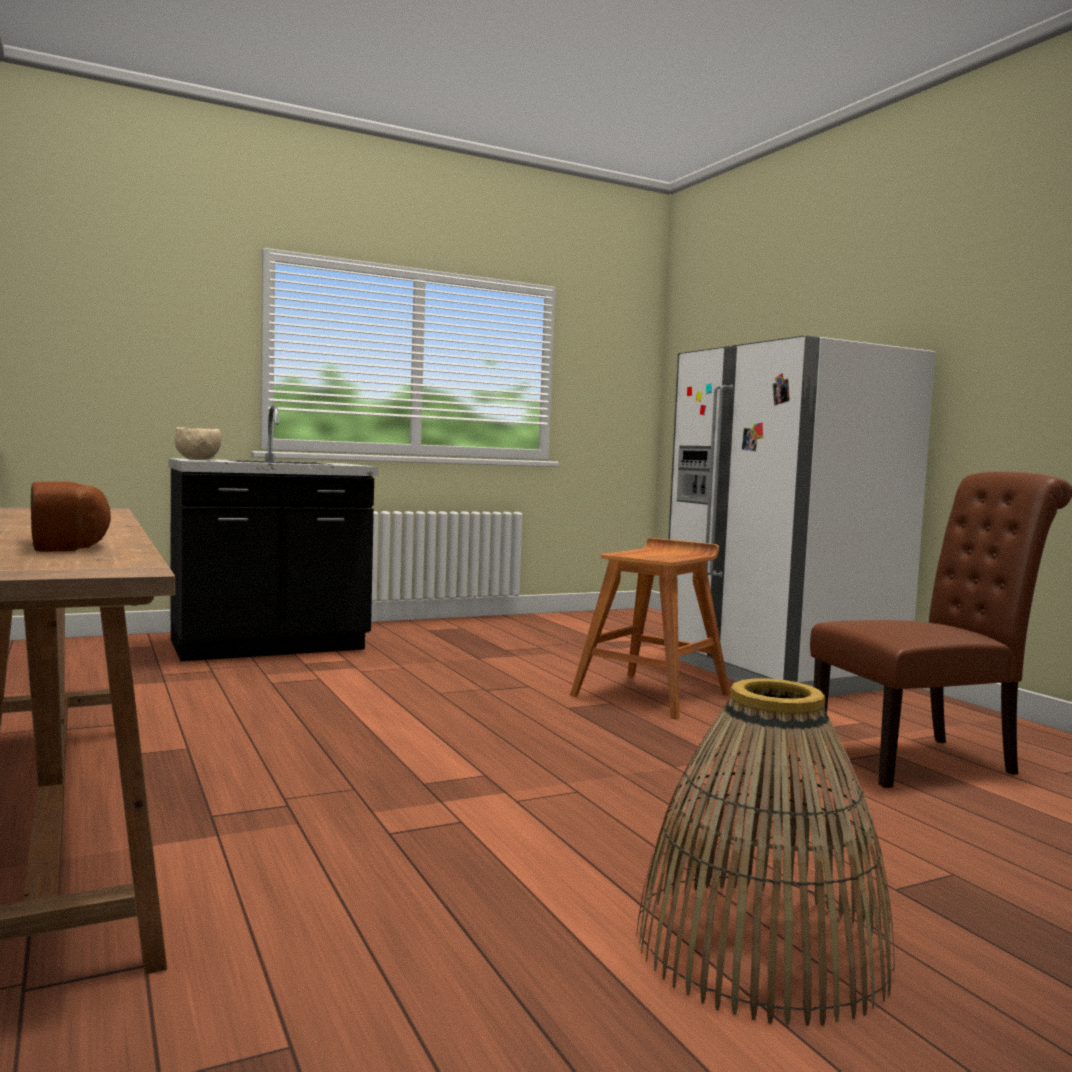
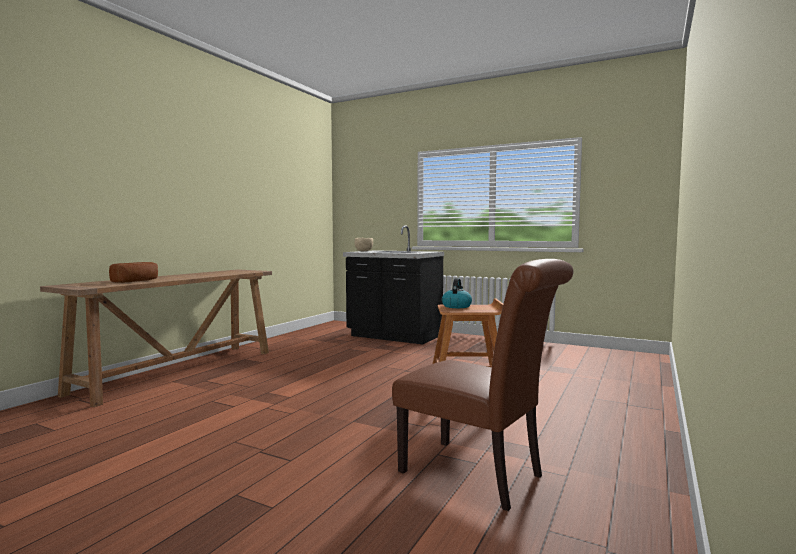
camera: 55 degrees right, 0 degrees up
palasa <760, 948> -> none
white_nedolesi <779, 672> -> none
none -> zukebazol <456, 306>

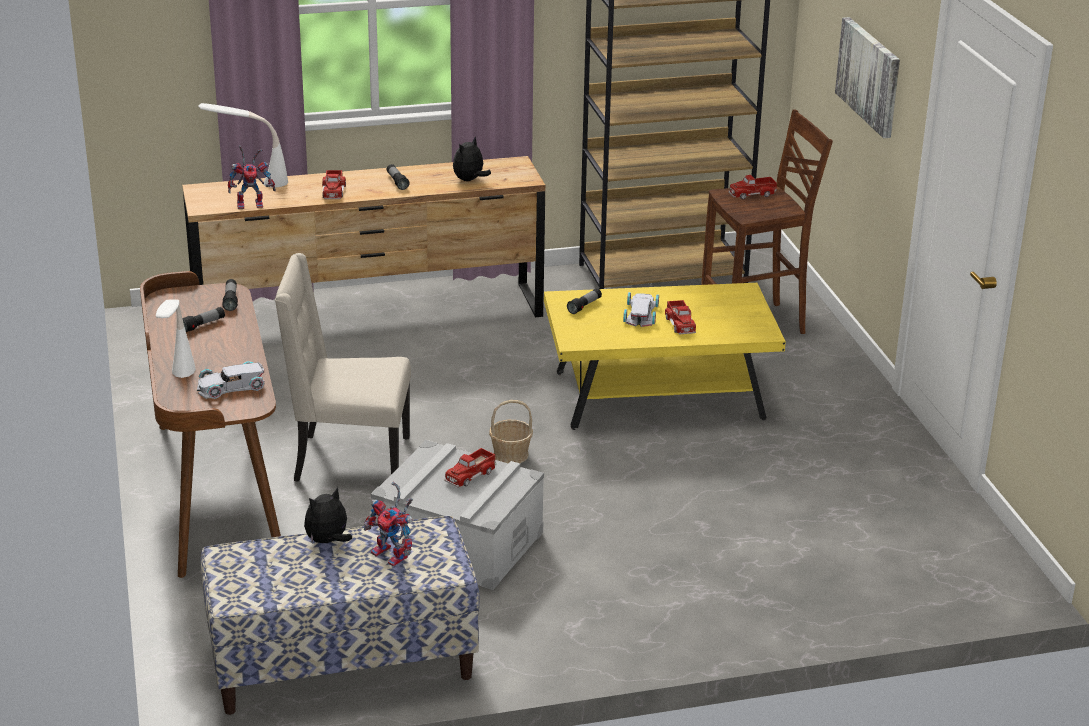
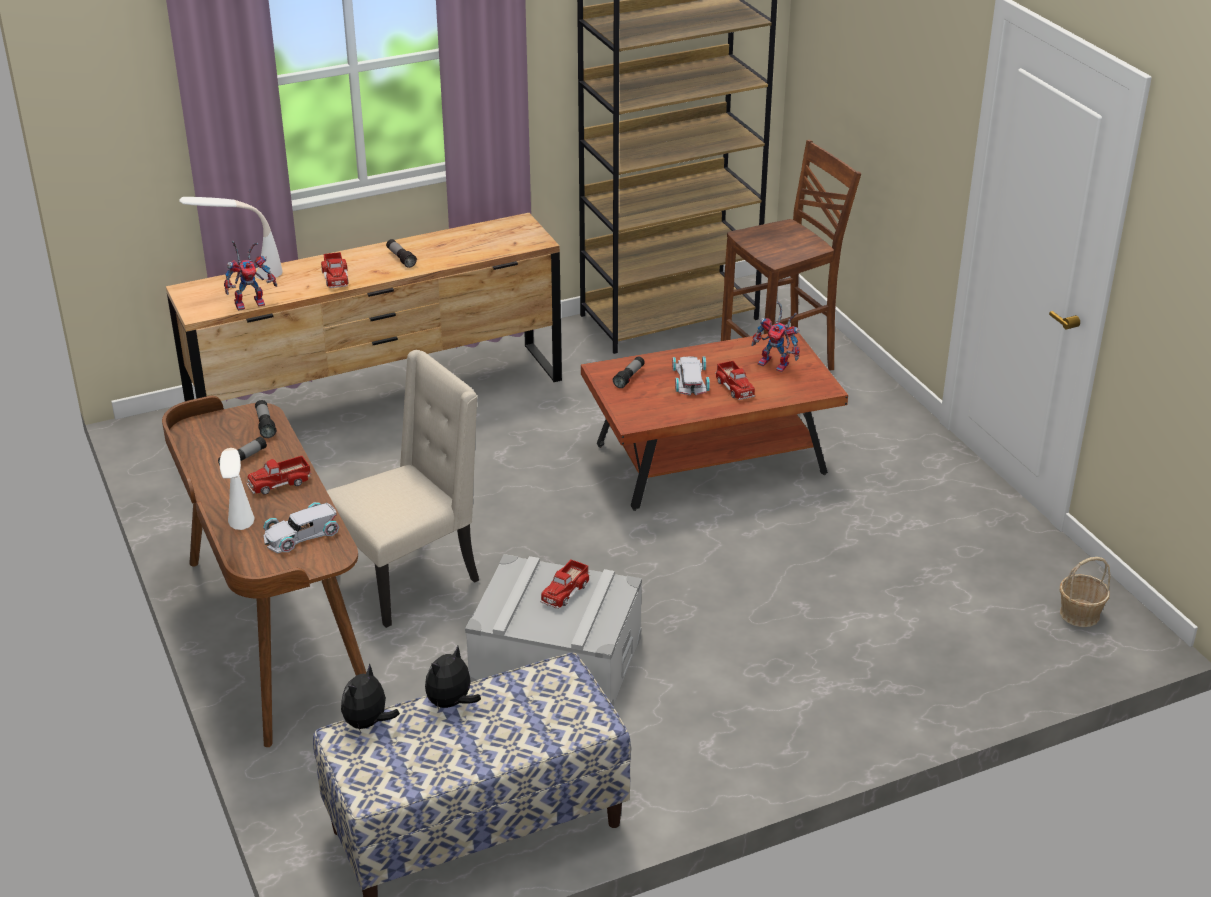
camera: 10 degrees left, 5 degrees up
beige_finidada <349, 460> -> beige_finidada <409, 578>, 150 degrees clockwise
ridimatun <394, 556> -> ridimatun <777, 364>, moved
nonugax <469, 180> -> nonugax <368, 723>, moved
palasa <510, 455> -> palasa <1079, 614>, moved
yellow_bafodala <658, 397> -> brown_bafodala <710, 461>
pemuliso <752, 194> -> pemuliso <279, 483>, moved
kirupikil <870, 76> -> none

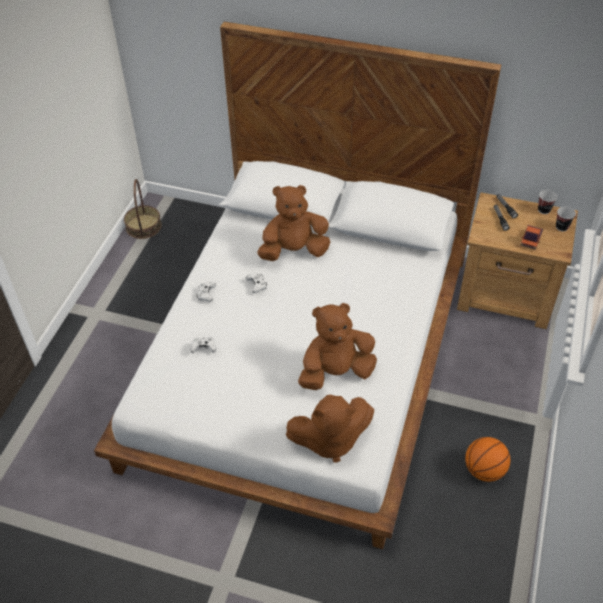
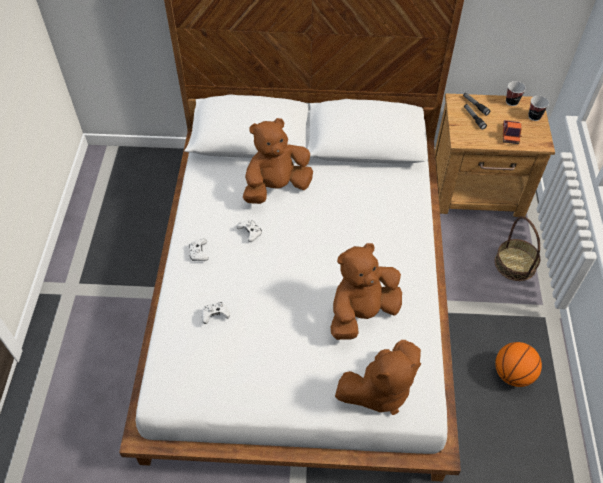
camera: 15 degrees left, 5 degrees up
palasa <144, 226> -> palasa <515, 264>, moved

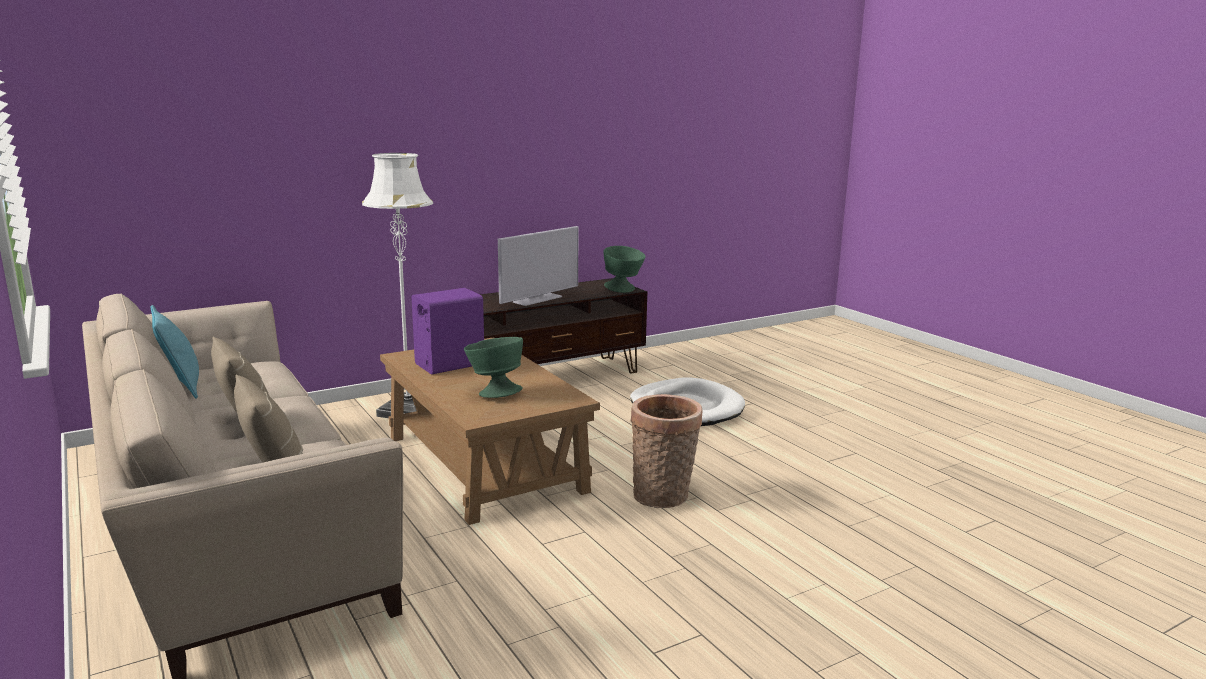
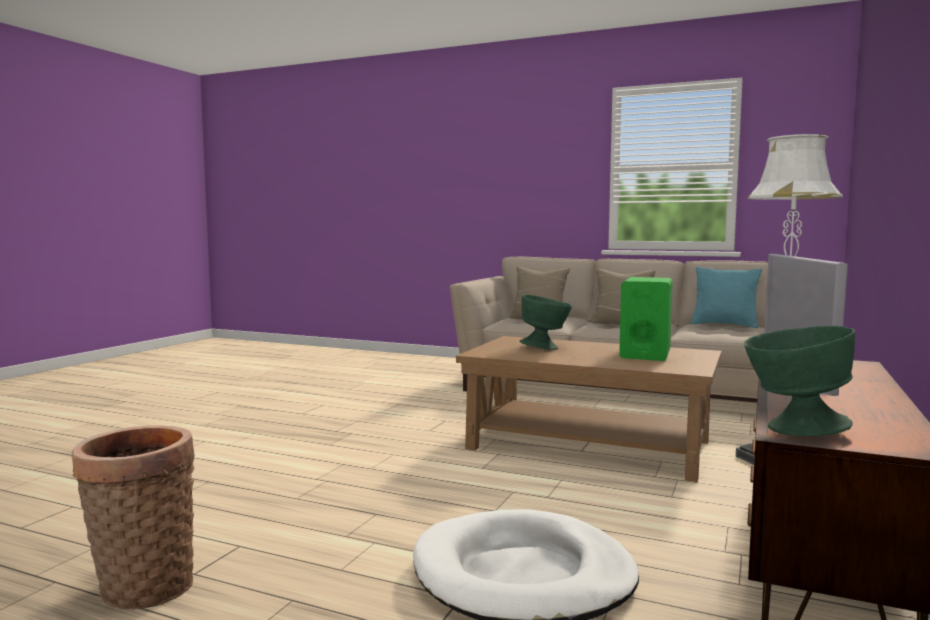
camera: 145 degrees right, 10 degrees down
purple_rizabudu <449, 364> -> green_rizabudu <645, 354>
palasa <663, 497> -> palasa <142, 586>, moved

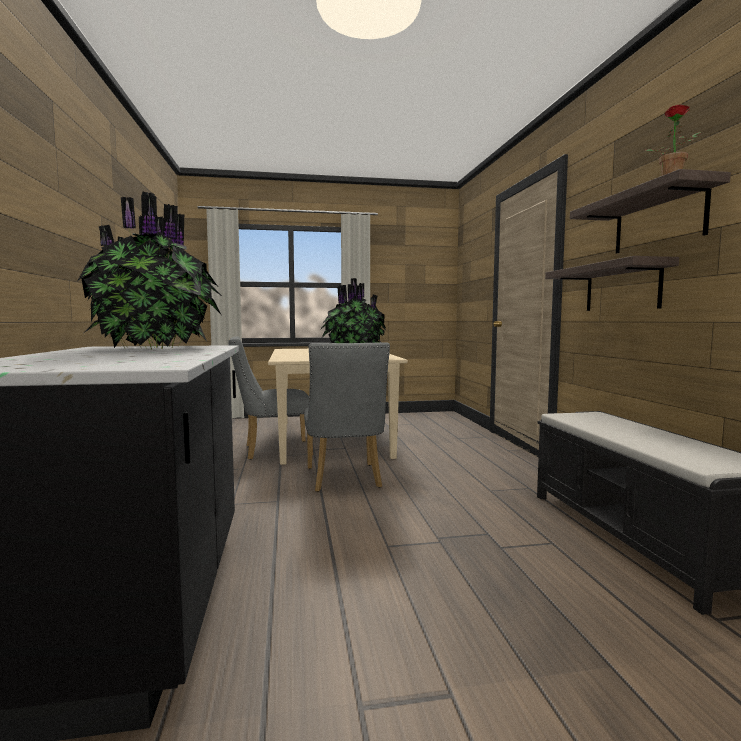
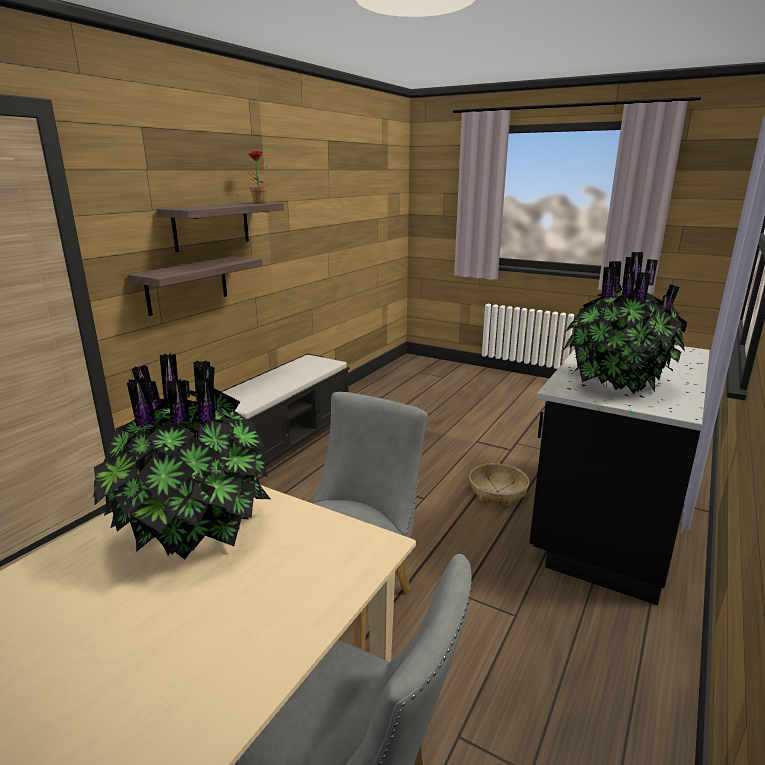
camera: 140 degrees left, 15 degrees up
none -> palasa <497, 491>

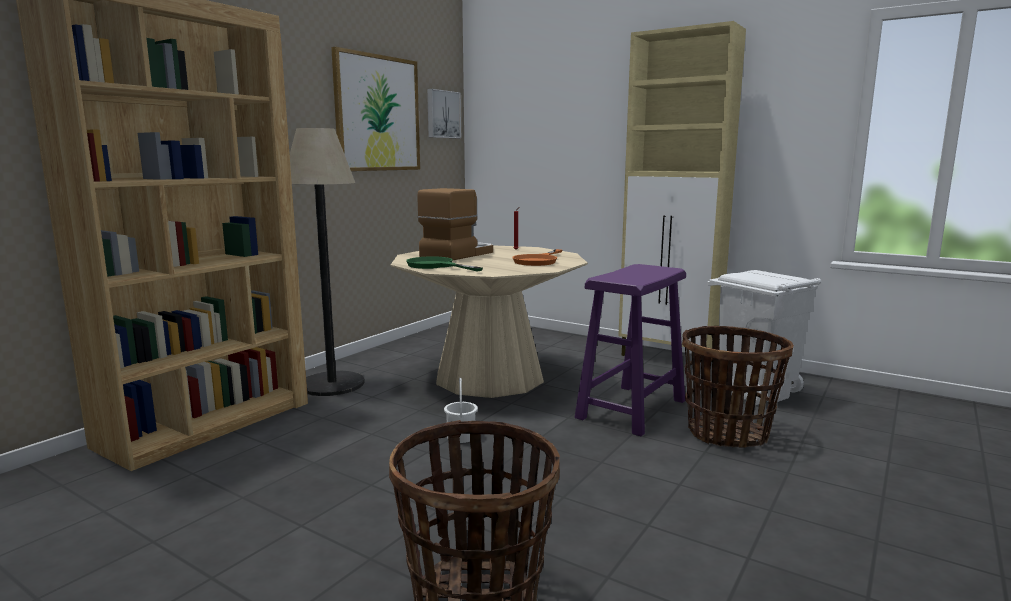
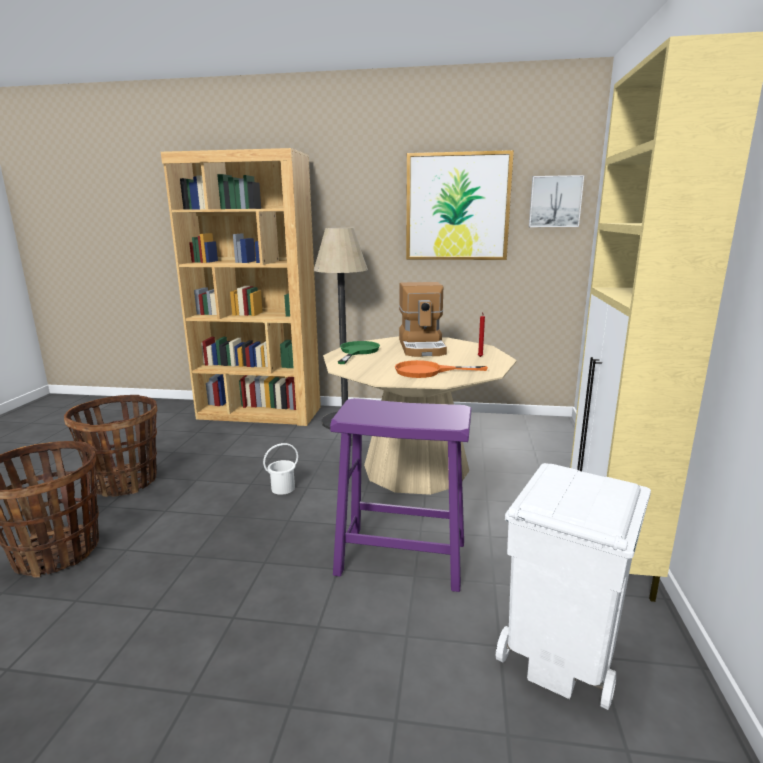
camera: 65 degrees right, 5 degrees up
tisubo <457, 254> -> tisubo <422, 347>, 75 degrees clockwise
palasa <728, 433> -> palasa <125, 482>, moved

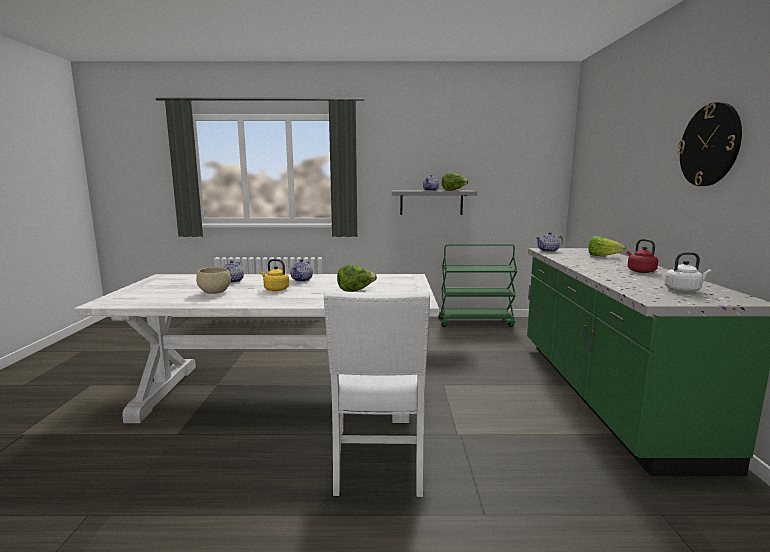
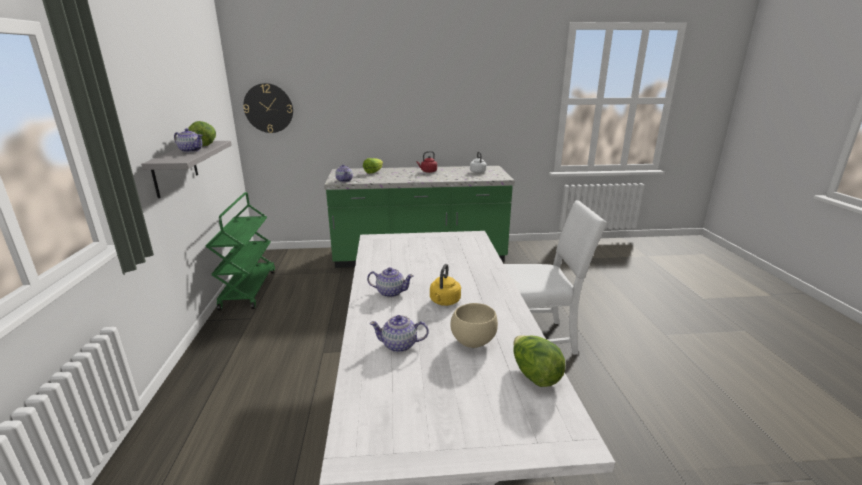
camera: 95 degrees left, 10 degrees up
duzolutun <355, 291> -> duzolutun <534, 375>, moved
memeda <709, 145> -> memeda <268, 108>, moved

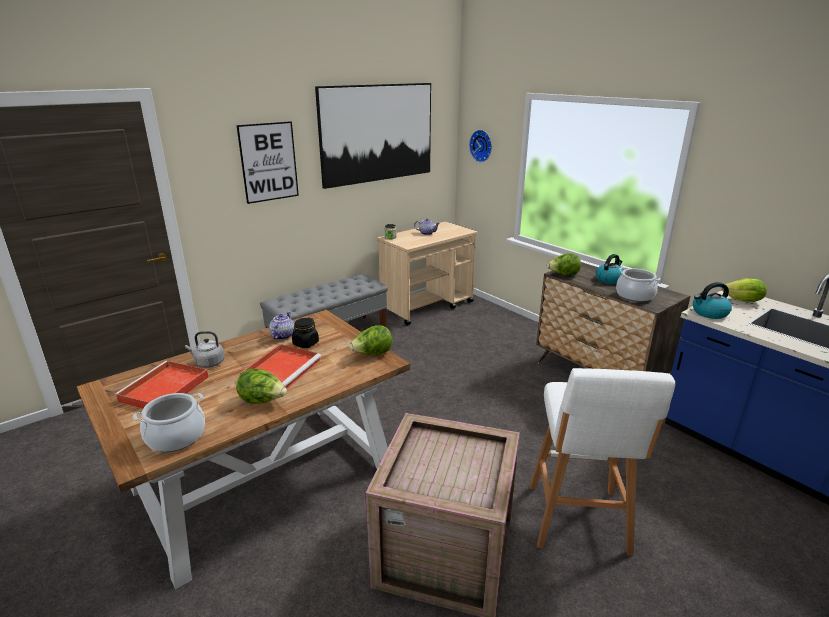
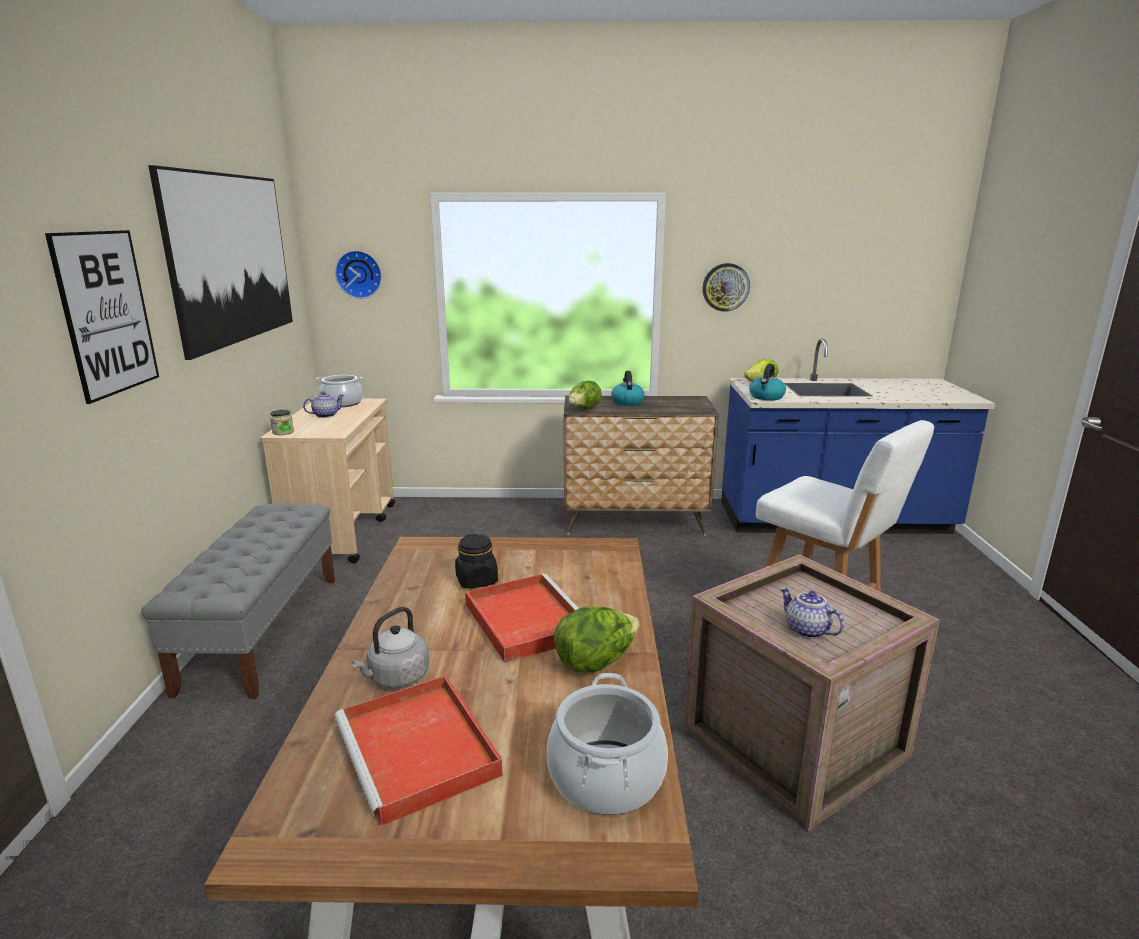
camera: 50 degrees left, 5 degrees down
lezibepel <282, 335> -> lezibepel <806, 630>, moved
duzolutun <372, 354> -> none
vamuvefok <634, 296> -> vamuvefok <342, 403>, moved
none -> memeda <725, 287>

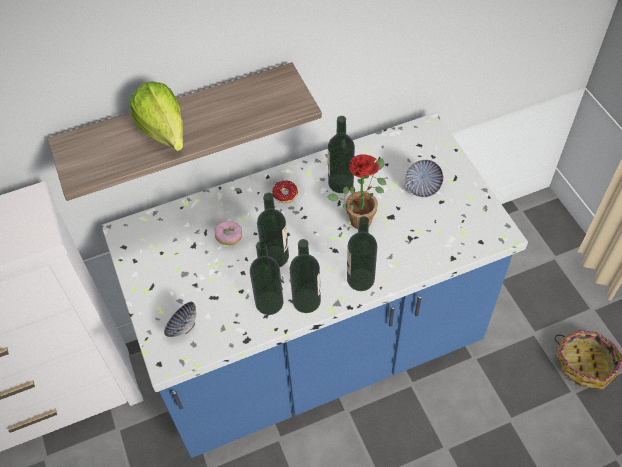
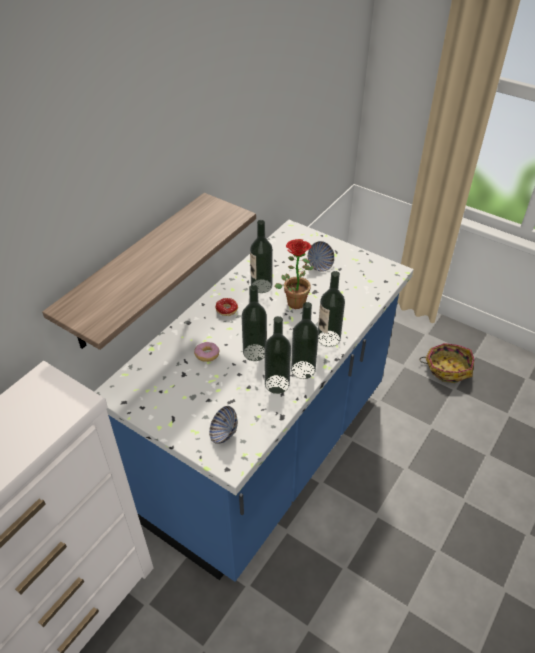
camera: 35 degrees left, 10 degrees down
duzolutun <165, 137> -> none

